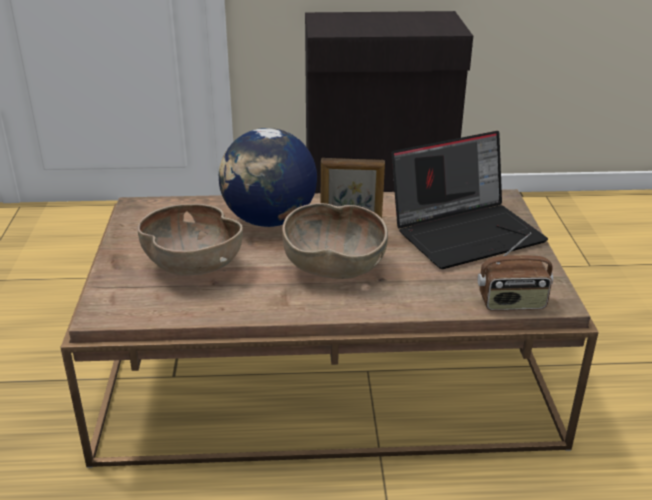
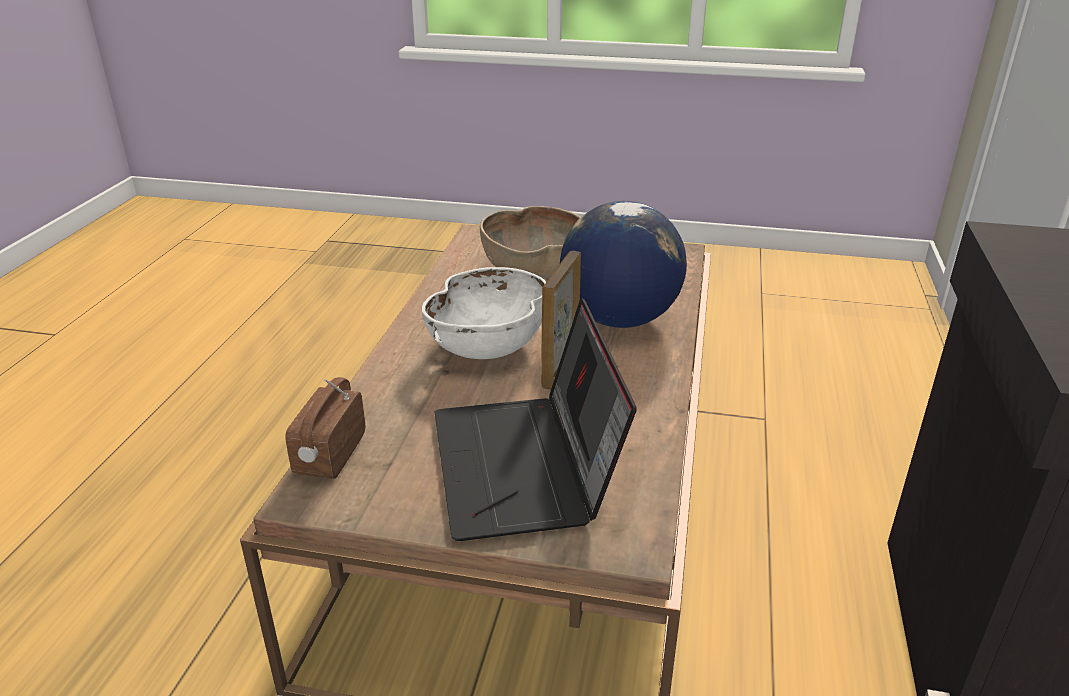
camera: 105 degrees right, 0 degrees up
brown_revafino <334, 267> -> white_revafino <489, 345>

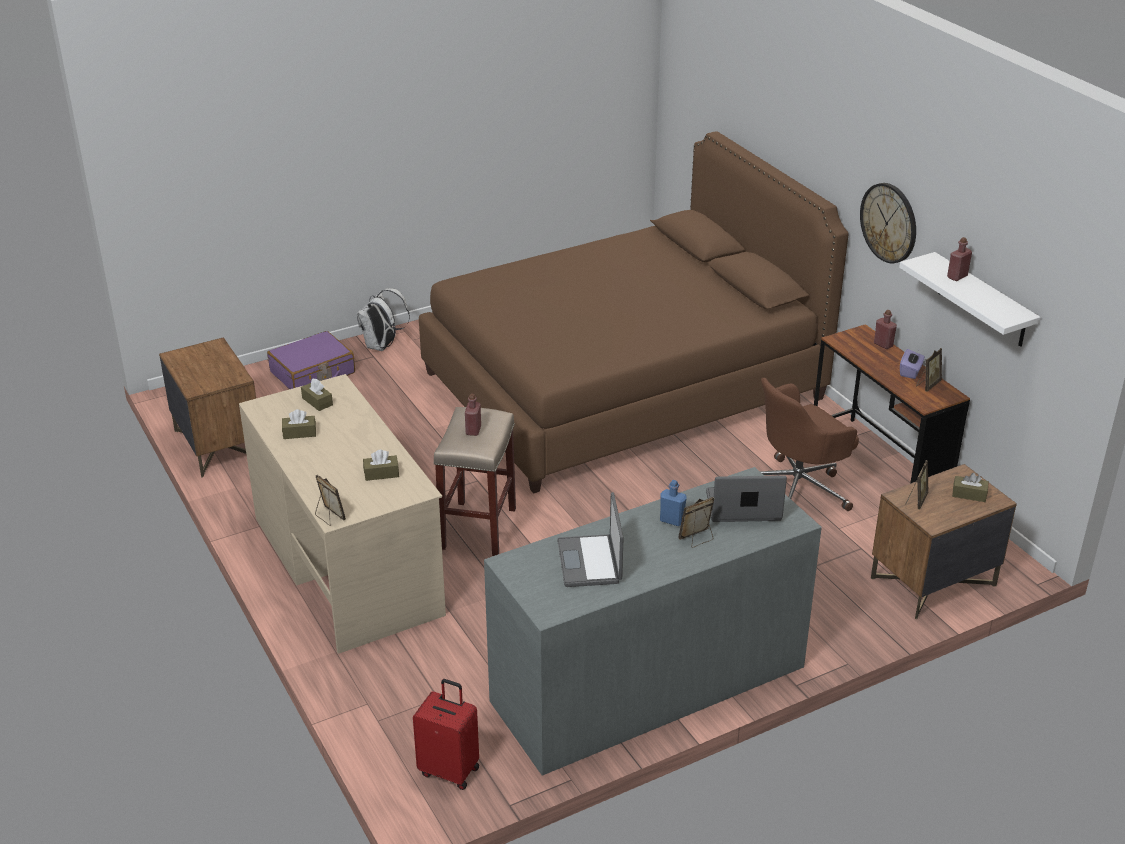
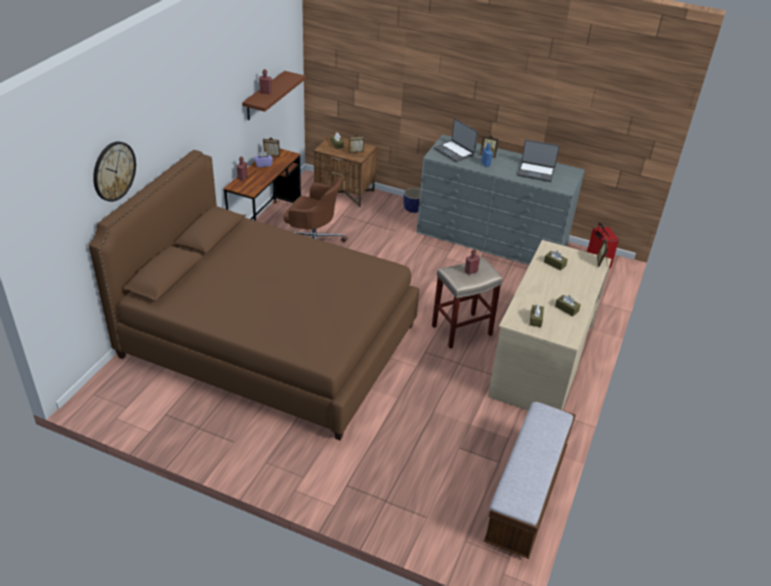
camera: 130 degrees left, 5 degrees up
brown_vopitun <217, 444> -> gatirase <526, 494>
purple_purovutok <312, 373> -> none
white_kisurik <382, 346> -> none
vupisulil <591, 562> -> vupisulil <536, 172>, 60 degrees clockwise
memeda <889, 222> -> memeda <114, 171>, moved
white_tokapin <982, 301> -> brown_tokapin <264, 96>
none -> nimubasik <413, 209>

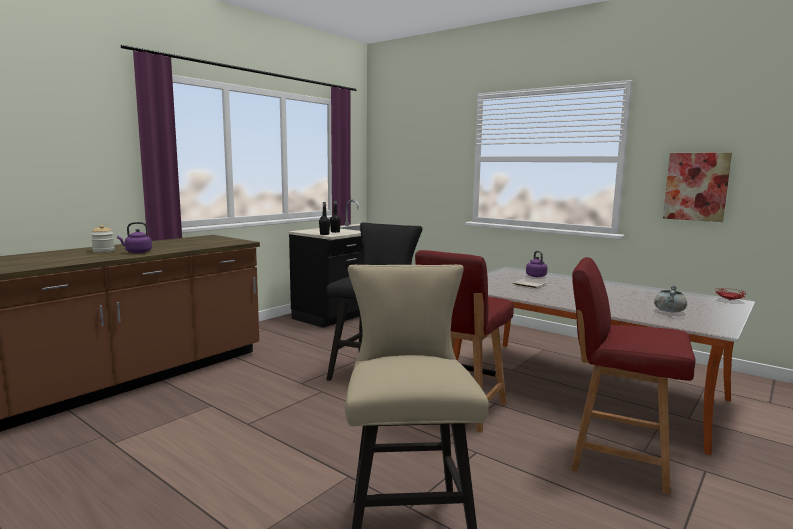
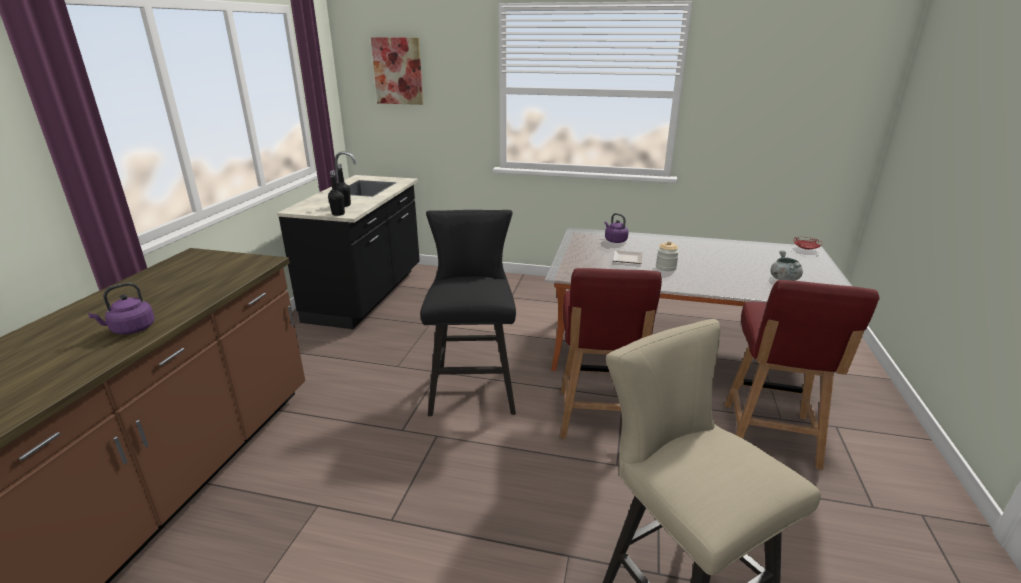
camera: 25 degrees left, 15 degrees up
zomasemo <103, 251> -> zomasemo <666, 267>, moved
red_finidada <616, 459> -> red_finidada <769, 436>, 75 degrees counterclockwise
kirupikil <696, 186> -> kirupikil <398, 71>, moved

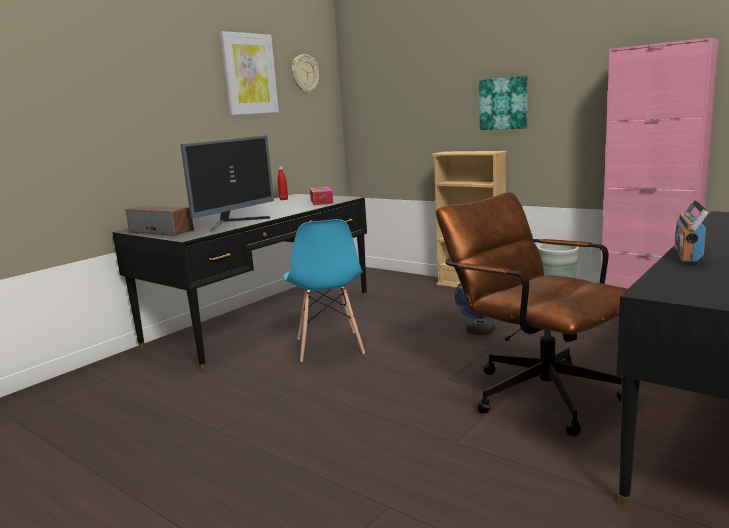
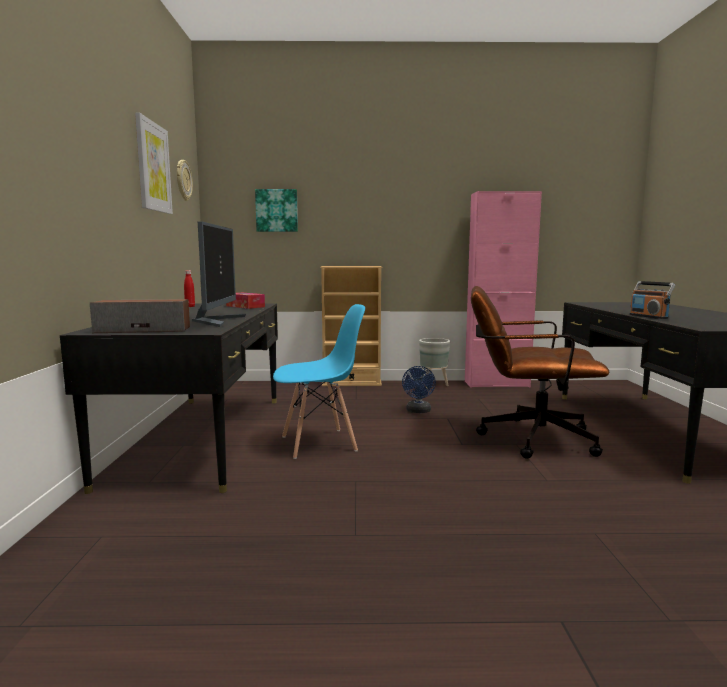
camera: 40 degrees left, 5 degrees down
blue_finidada <329, 346> -> blue_finidada <319, 443>, 60 degrees counterclockwise
kirupikil <504, 103> -> kirupikil <277, 210>, moved

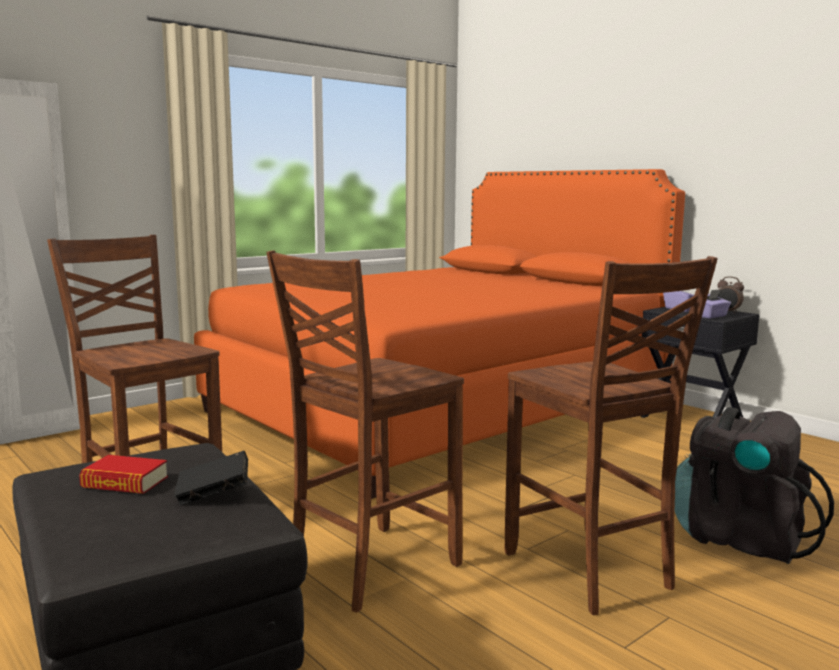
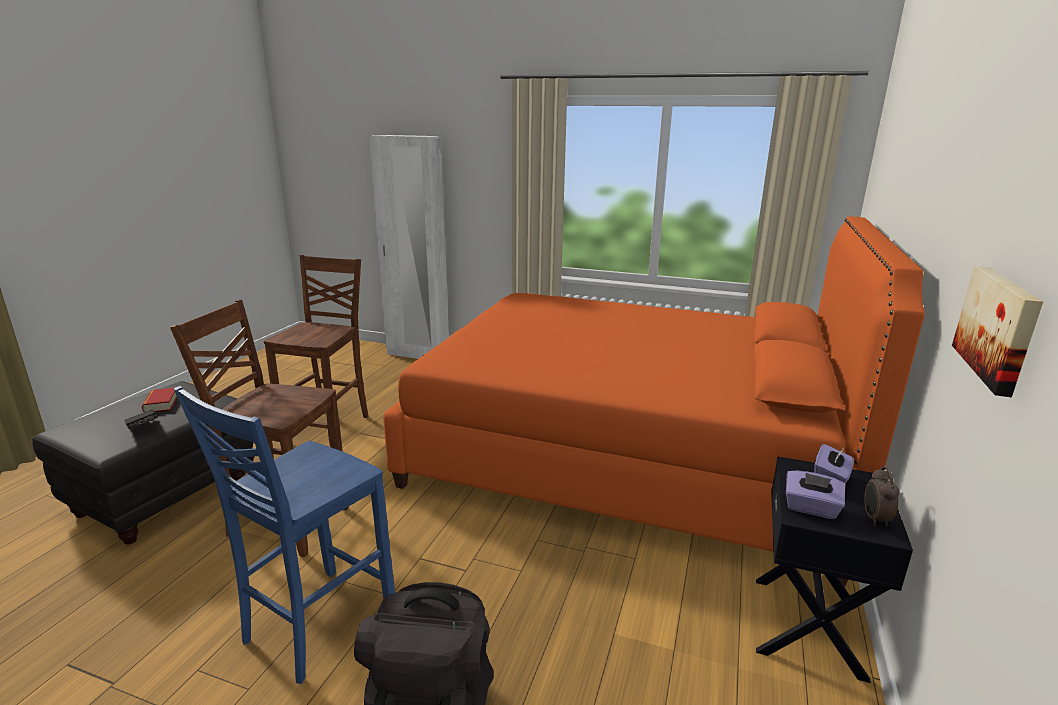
camera: 60 degrees right, 10 degrees up
brown_finidada <590, 571> -> blue_finidada <315, 625>
none -> kirupikil <999, 327>

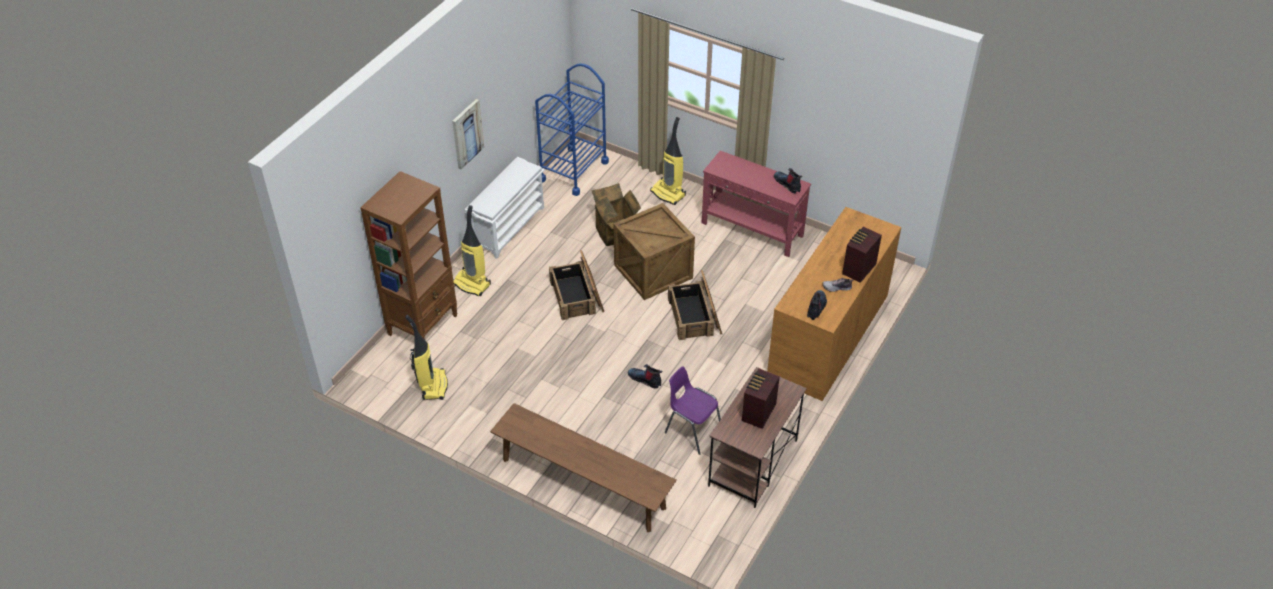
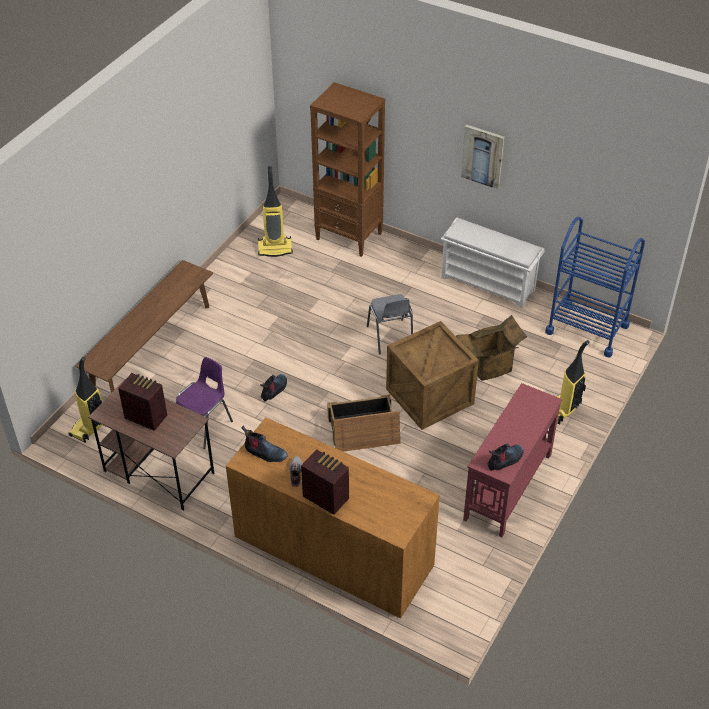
camera: 90 degrees right, 0 degrees up
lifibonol <472, 284> -> lifibonol <90, 427>, moved
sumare <577, 296> -> grey_finidada <390, 338>

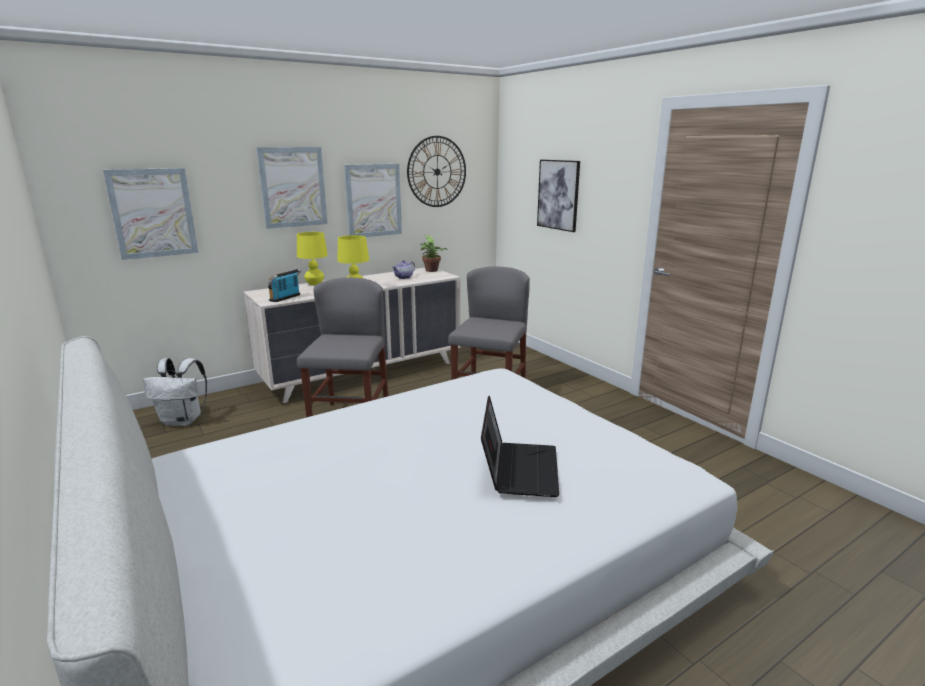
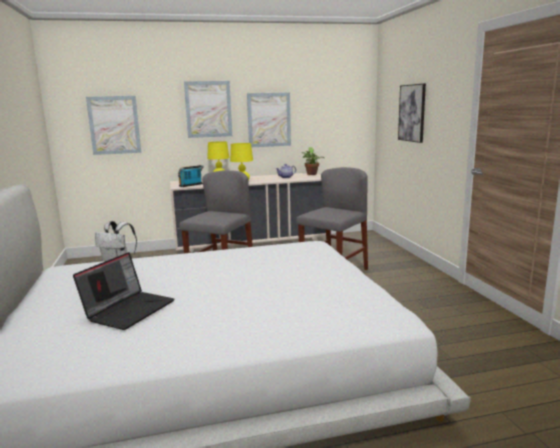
camera: 20 degrees right, 5 degrees down
memeda <437, 172> -> none
vupisulil <518, 468> -> vupisulil <129, 309>, moved

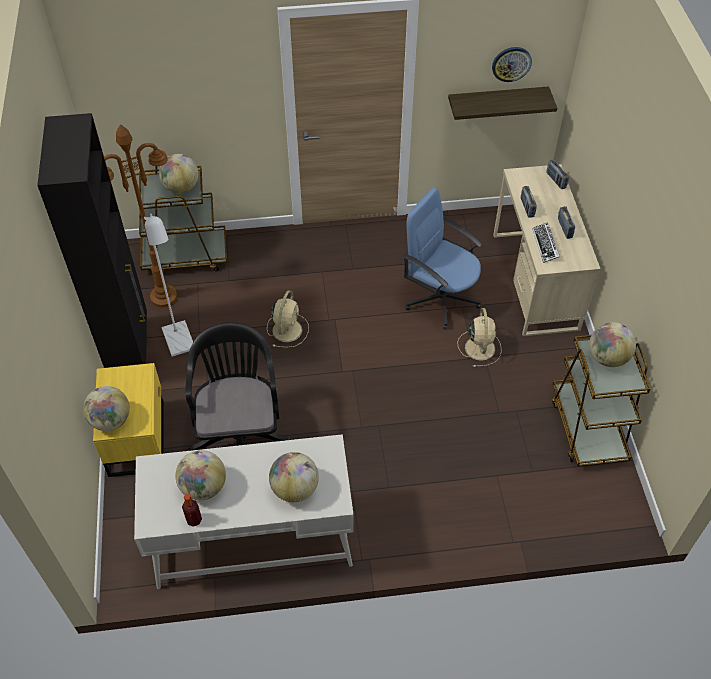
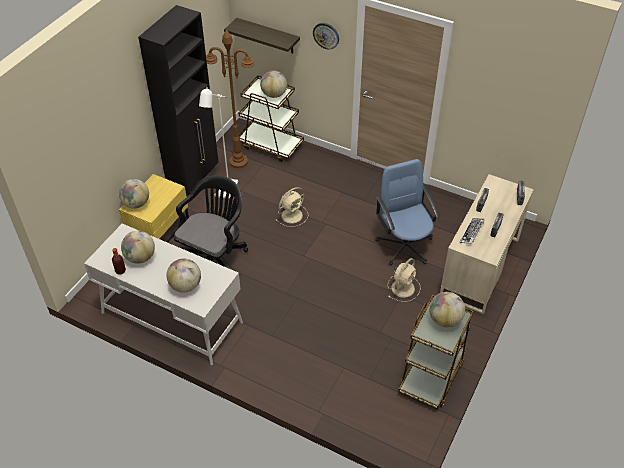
camera: 35 degrees right, 5 degrees down
tokapin <497, 102> -> tokapin <268, 36>, moved
memeda <511, 63> -> memeda <326, 35>, moved

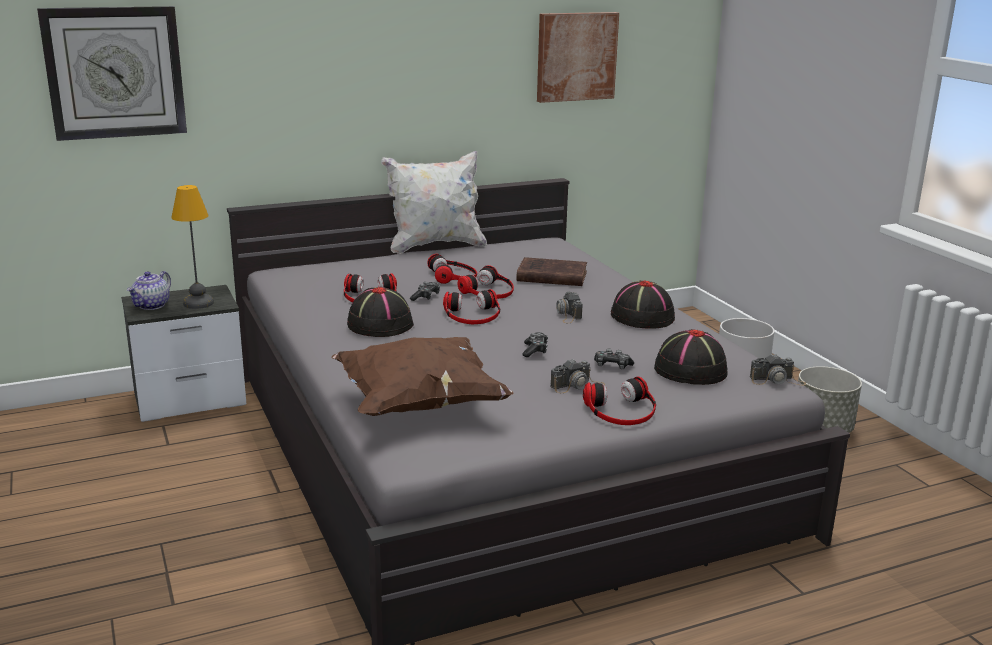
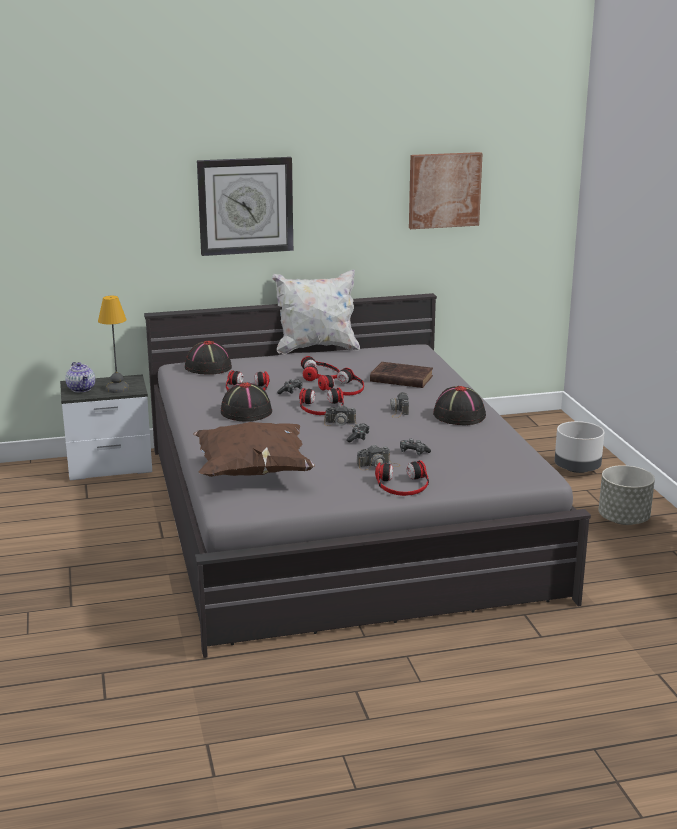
camera: 10 degrees right, 0 degrees up
memeda <115, 72> -> memeda <245, 206>, moved
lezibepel <152, 305> -> lezibepel <81, 389>, 60 degrees counterclockwise
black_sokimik <689, 370> -> black_sokimik <208, 367>, moved
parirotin <777, 380> -> parirotin <343, 424>, moved

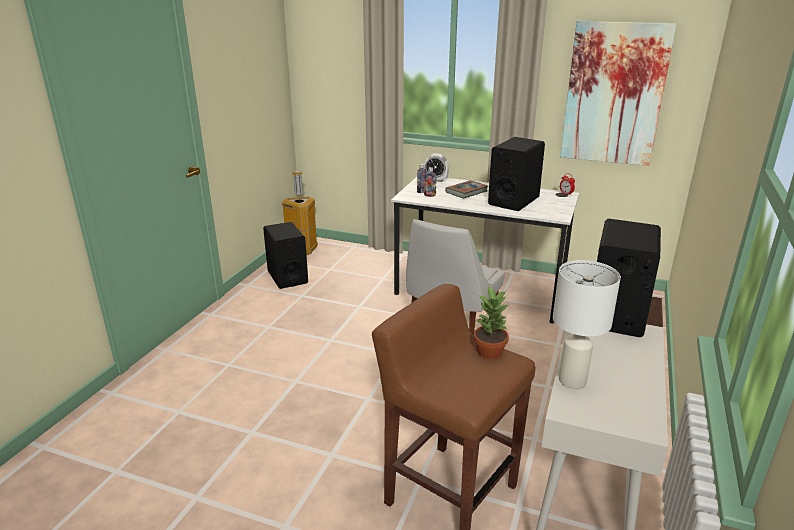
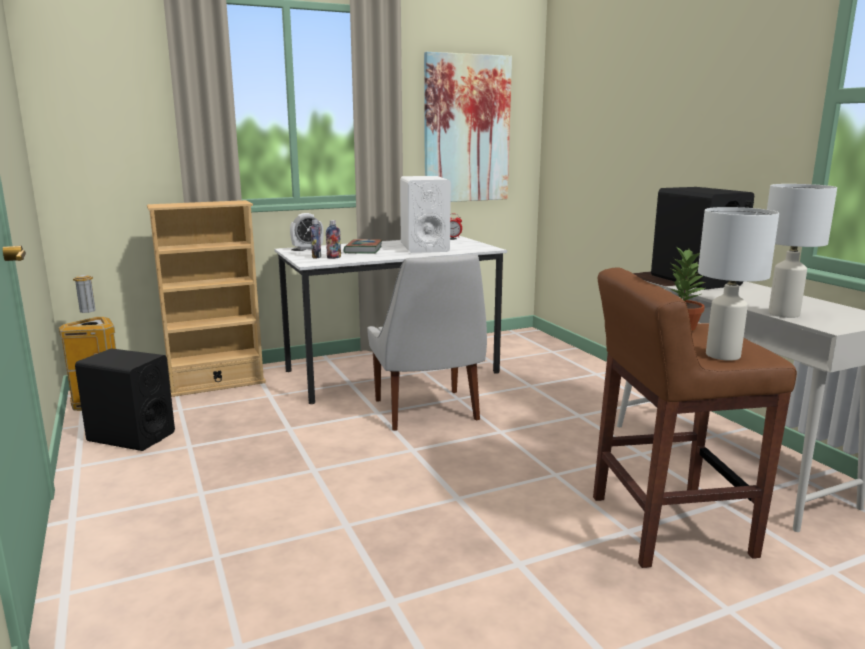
camera: 45 degrees left, 10 degrees down
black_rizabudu <513, 201> -> white_rizabudu <424, 247>
none -> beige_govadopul <217, 384>
none -> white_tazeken <722, 355>

